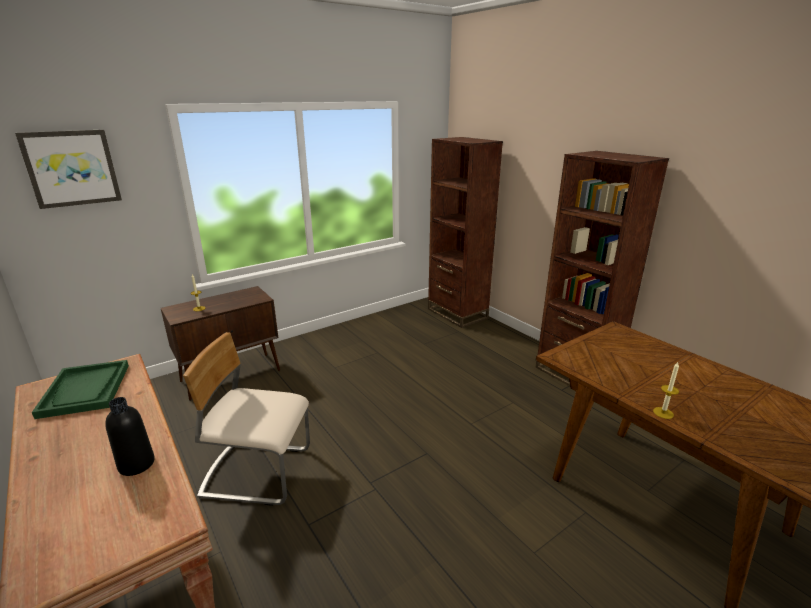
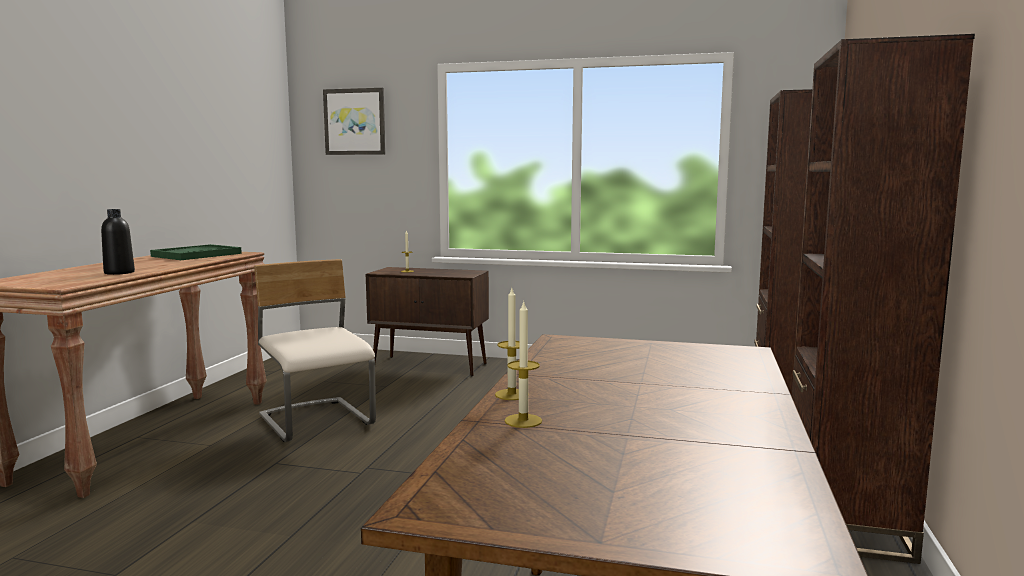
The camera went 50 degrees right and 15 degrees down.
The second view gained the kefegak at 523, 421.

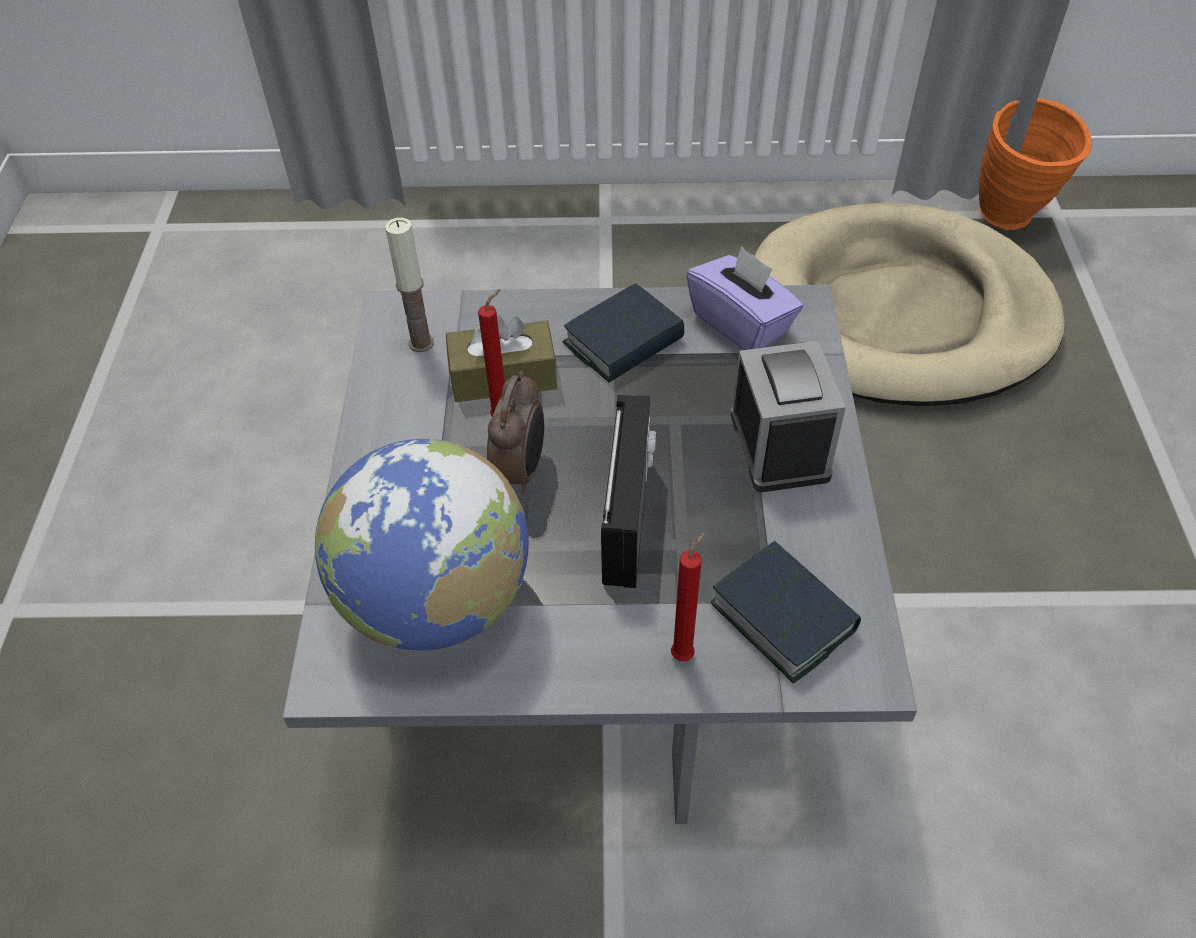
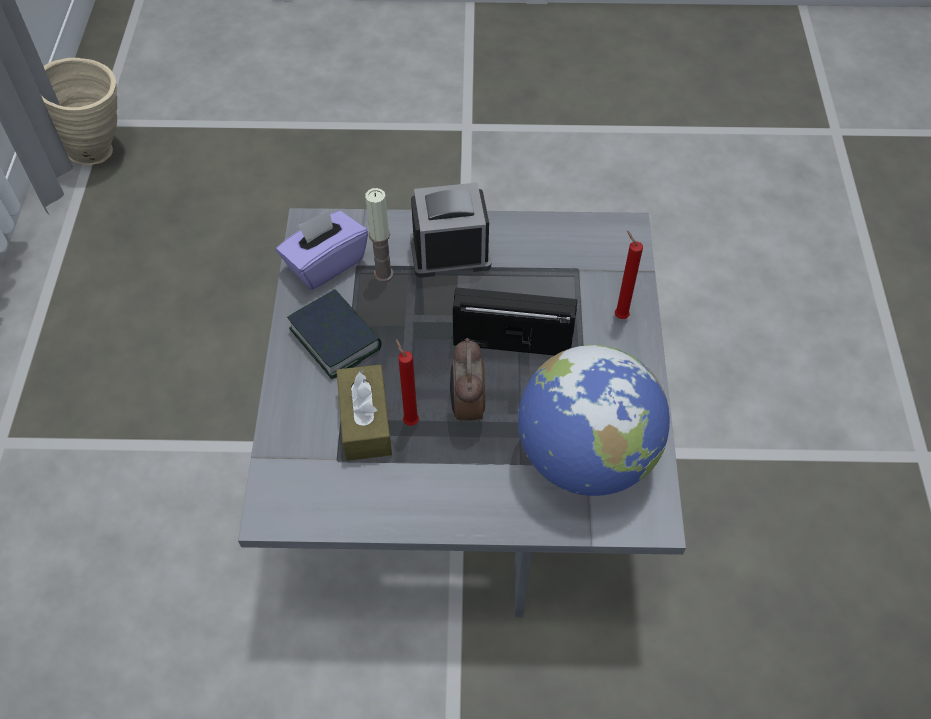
The camera went 90 degrees left and 5 degrees up.
What was the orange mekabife at 1012, 221 turned into the beige mekabife at 101, 149.
The second view lost the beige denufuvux at 898, 314.
The kefegak ended up elsewhere, having gone from 421, 343 to 383, 274.
The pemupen at 521, 470 ended up facing another way, 105 degrees counterclockwise from before.
The second view lost the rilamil at 783, 616.

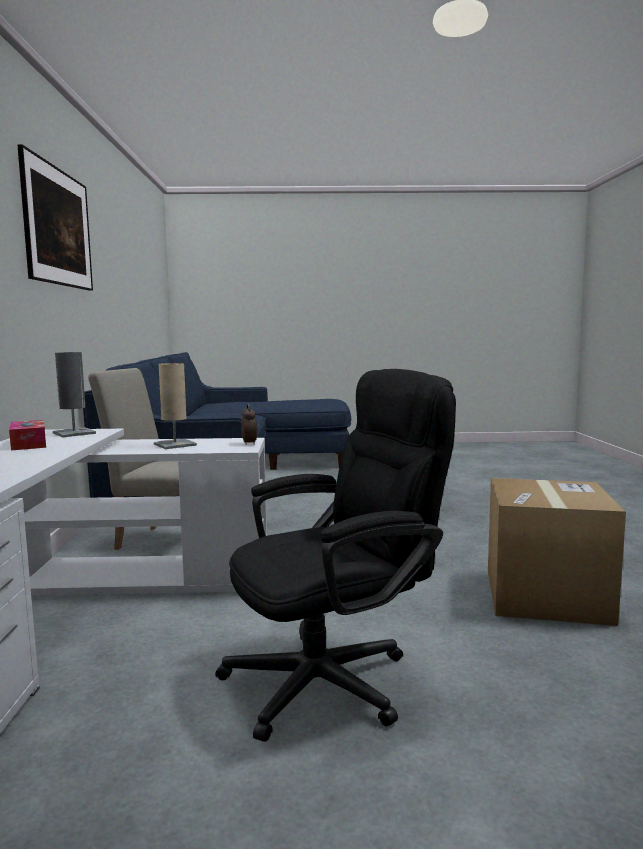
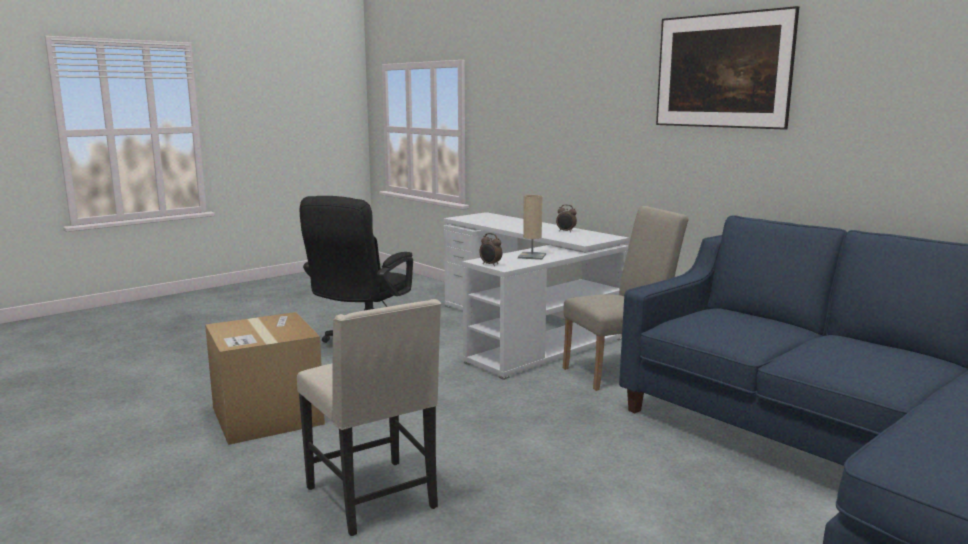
The camera went 140 degrees right and 5 degrees up.
The second view lost the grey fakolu at 74, 433.
Where the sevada stood at 29, 444, the pemupen came to stand at 566, 231.
The second view gained the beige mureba at 374, 498.

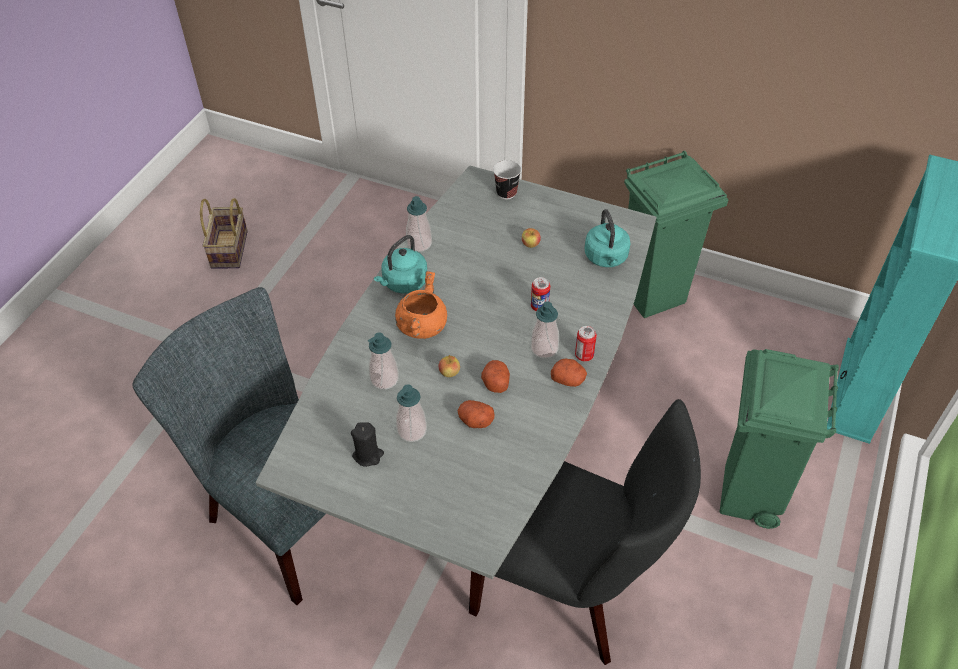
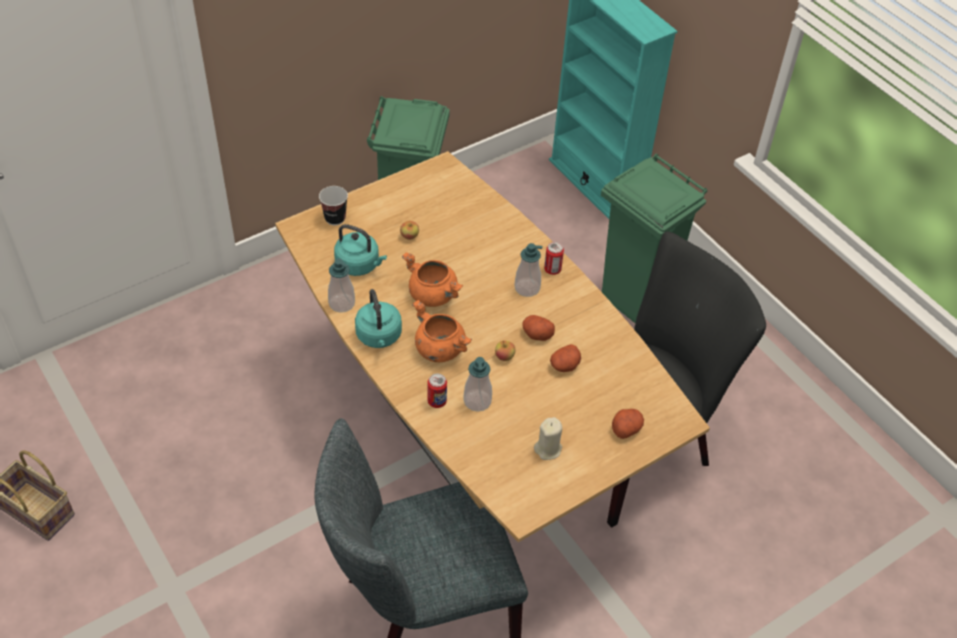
The camera went 60 degrees left and 0 degrees up.
What was the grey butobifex at 480, 455 turned into the brown butobifex at 471, 439.
The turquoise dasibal ended up elsewhere, having gone from 606, 258 to 359, 265.
The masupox ended up elsewhere, having gone from 539, 306 to 437, 401.
The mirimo ended up elsewhere, having gone from 568, 379 to 626, 428.
The second view lost the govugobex at 412, 430.
What was the black kefegak at 368, 455 turned into the beige kefegak at 548, 449.
The second view gained the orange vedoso at 433, 295.

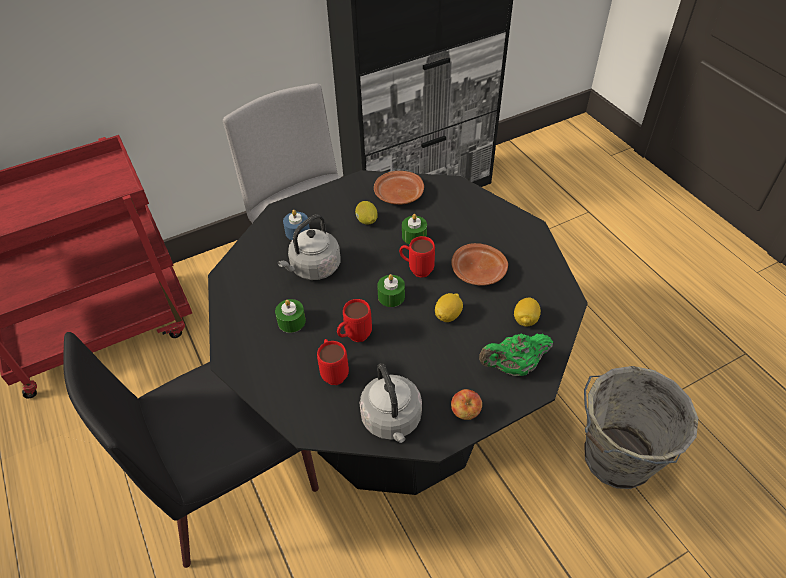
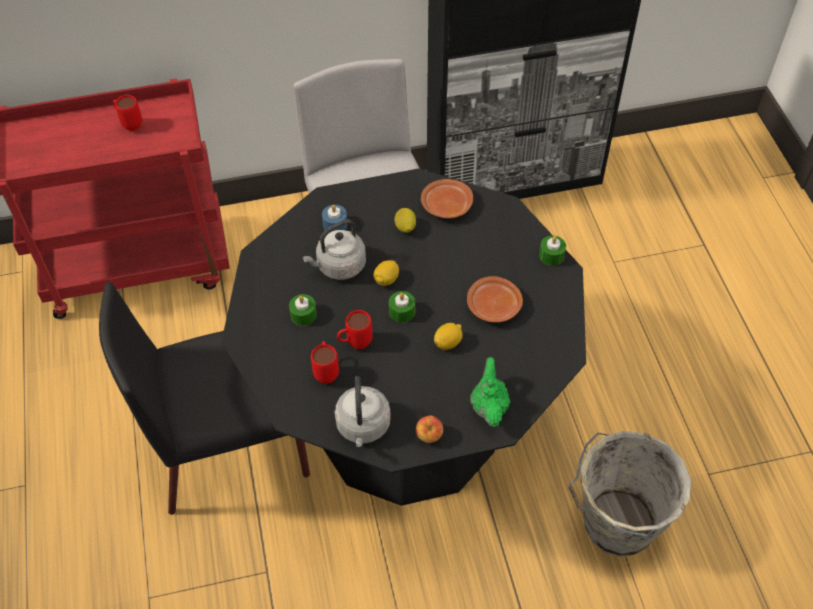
The camera went 15 degrees right and 5 degrees up.
The green kefegak ended up elsewhere, having gone from 414, 236 to 551, 255.
The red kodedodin ended up elsewhere, having gone from 416, 270 to 129, 124.
The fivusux ended up elsewhere, having gone from 525, 320 to 386, 280.
The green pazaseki at 513, 367 ended up facing another way, 90 degrees clockwise from before.

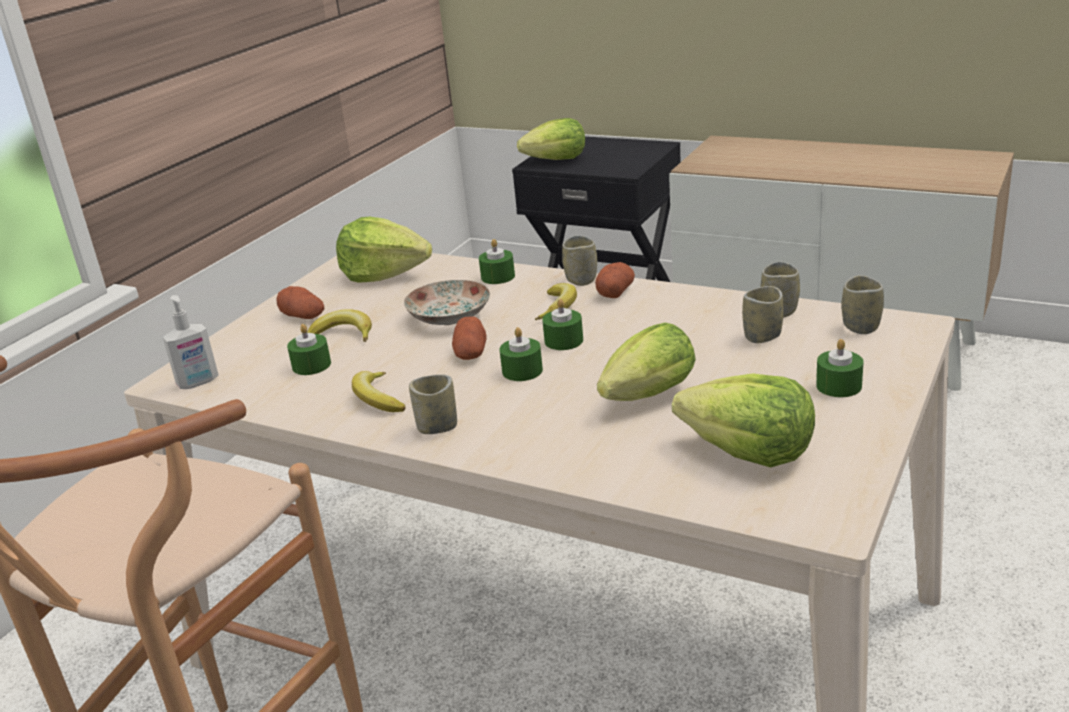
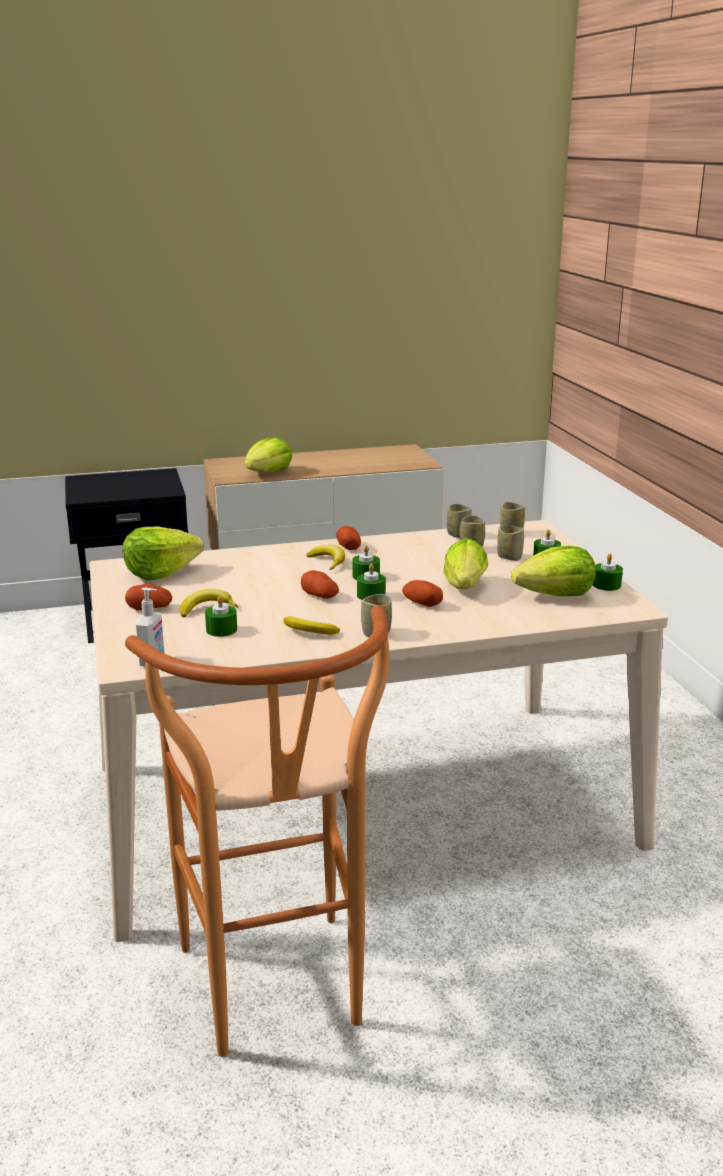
The camera went 45 degrees left and 5 degrees down.
The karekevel ended up elsewhere, having gone from 556, 160 to 268, 472.
The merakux ended up elsewhere, having gone from 581, 280 to 509, 557.
The green kefegak ended up elsewhere, having gone from 498, 277 to 606, 585.
The second view lost the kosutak at 448, 317.
The second view gained the mirimo at 422, 603.

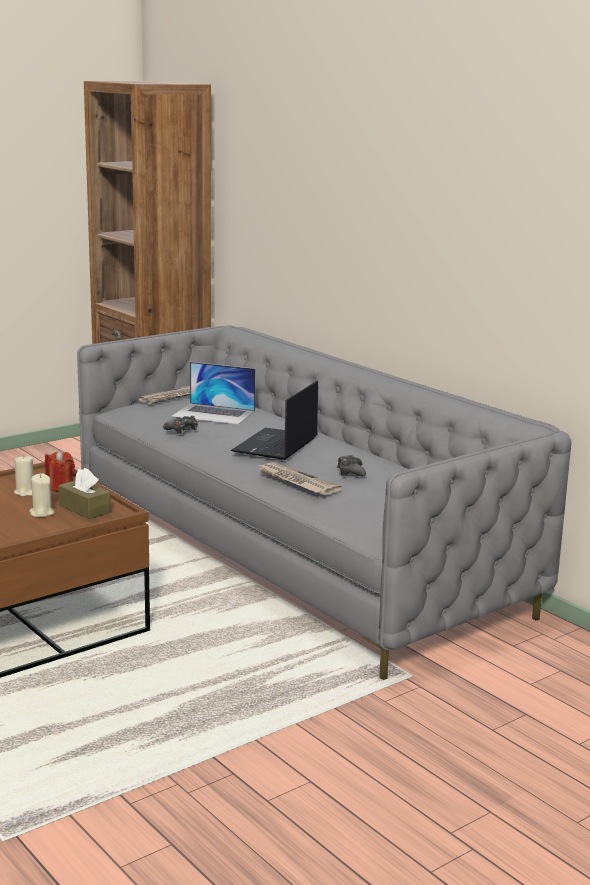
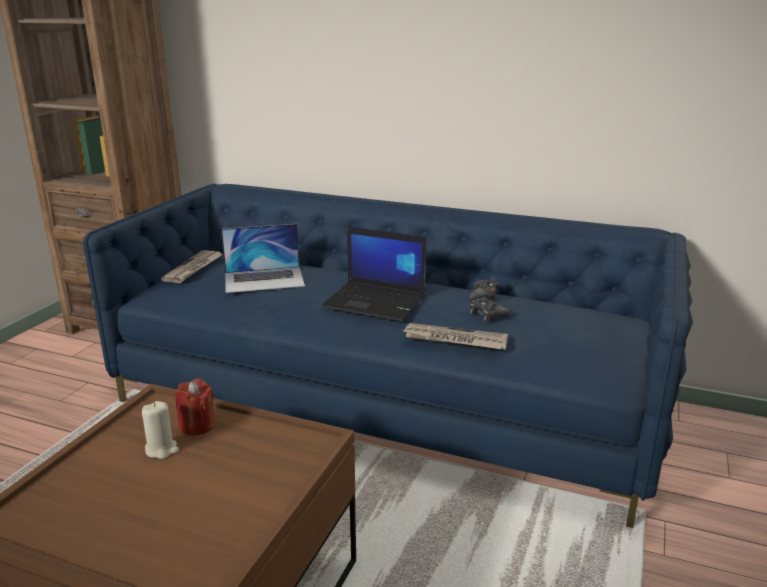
The camera went 30 degrees left and 5 degrees up.
What was the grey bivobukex at 293, 555 turned into the blue bivobukex at 384, 403.
The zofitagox at 276, 445 ended up facing another way, 60 degrees counterclockwise from before.
The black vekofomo ended up elsewhere, having gone from 182, 429 to 484, 295.
The second view lost the brown sevada at 84, 509.
The second view lost the beige kefegak at 41, 513.

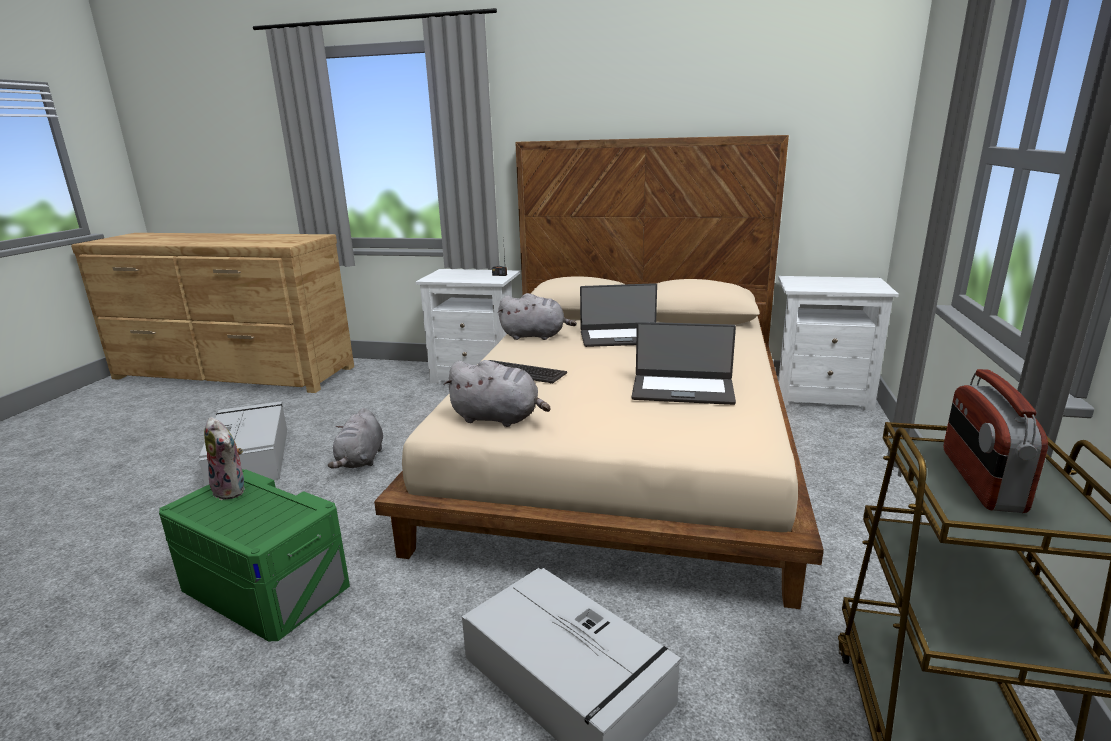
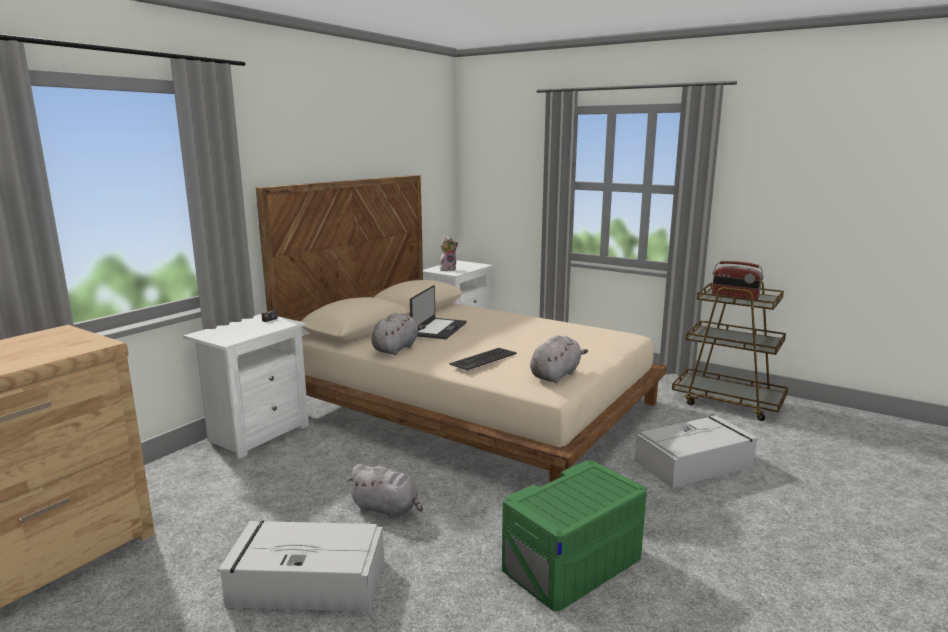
The camera went 70 degrees left and 5 degrees down.
The second view lost the zofitagox at 682, 390.
The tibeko ended up elsewhere, having gone from 232, 490 to 448, 269.

